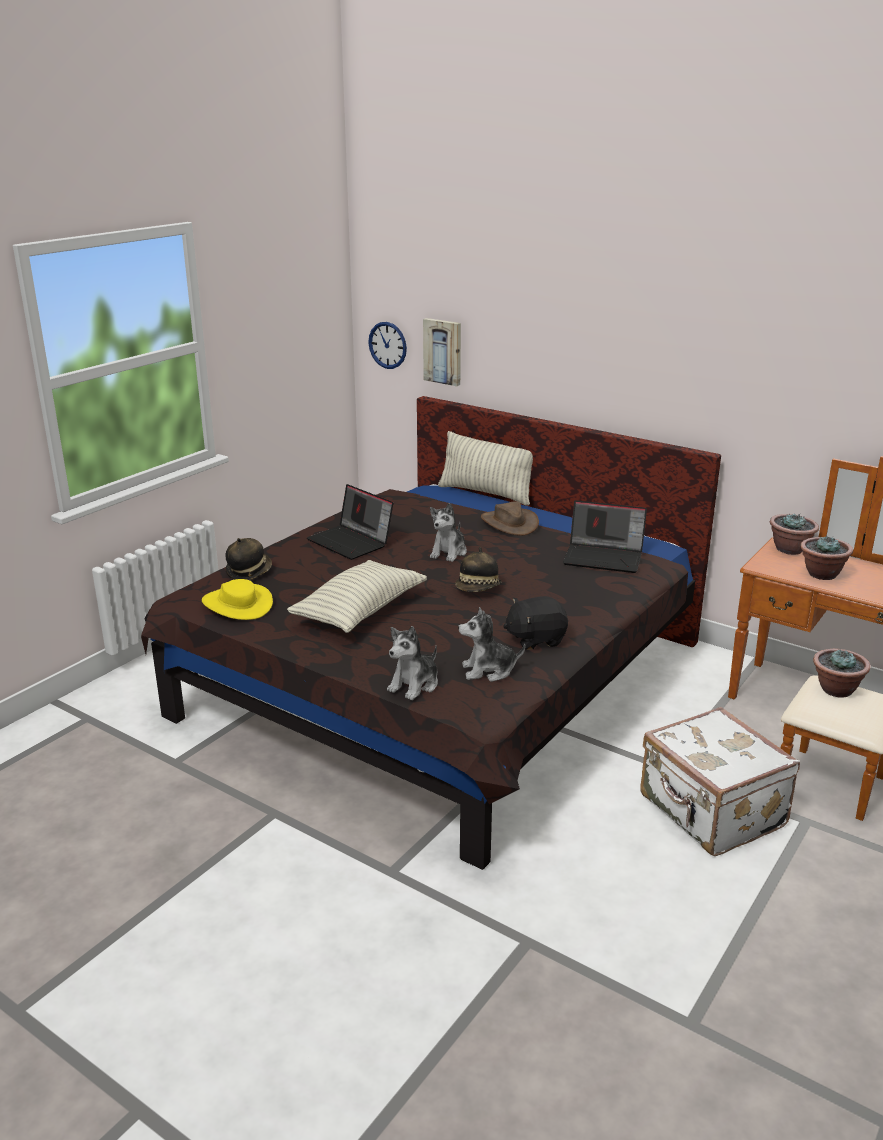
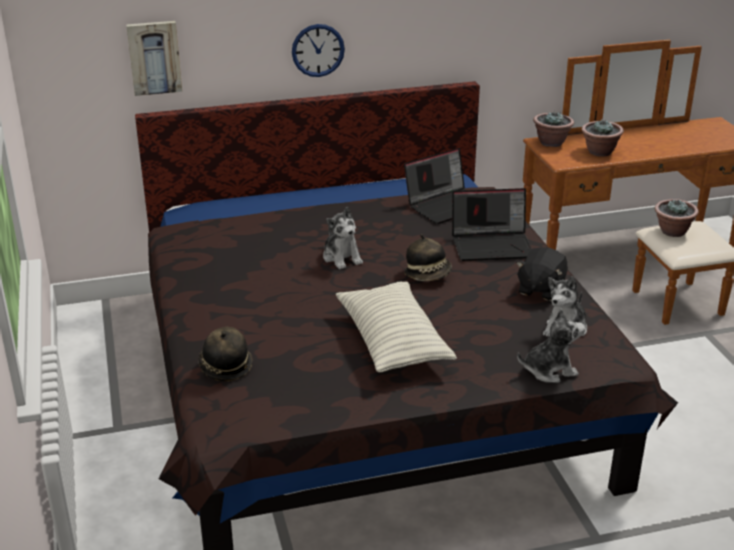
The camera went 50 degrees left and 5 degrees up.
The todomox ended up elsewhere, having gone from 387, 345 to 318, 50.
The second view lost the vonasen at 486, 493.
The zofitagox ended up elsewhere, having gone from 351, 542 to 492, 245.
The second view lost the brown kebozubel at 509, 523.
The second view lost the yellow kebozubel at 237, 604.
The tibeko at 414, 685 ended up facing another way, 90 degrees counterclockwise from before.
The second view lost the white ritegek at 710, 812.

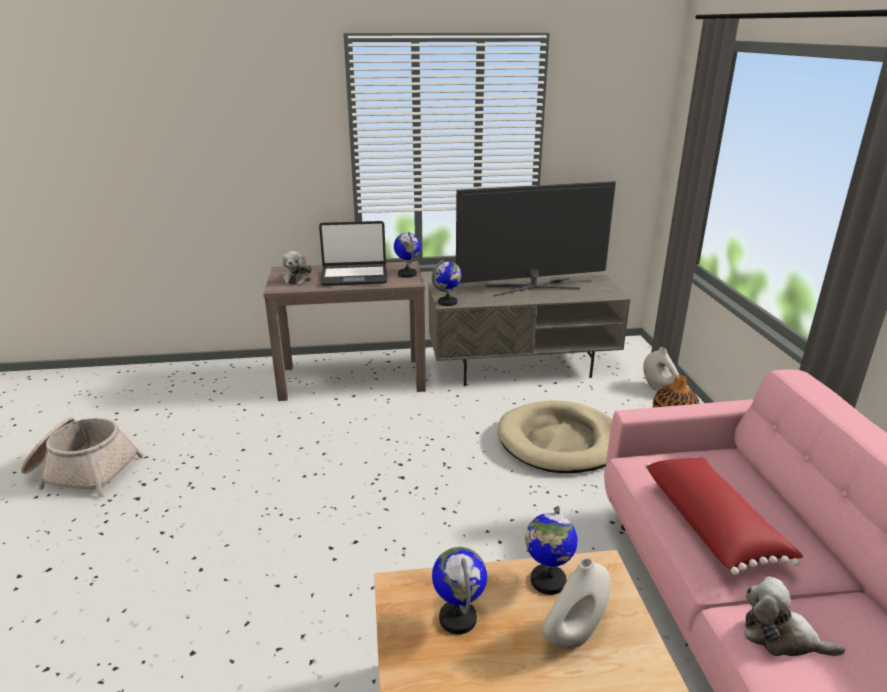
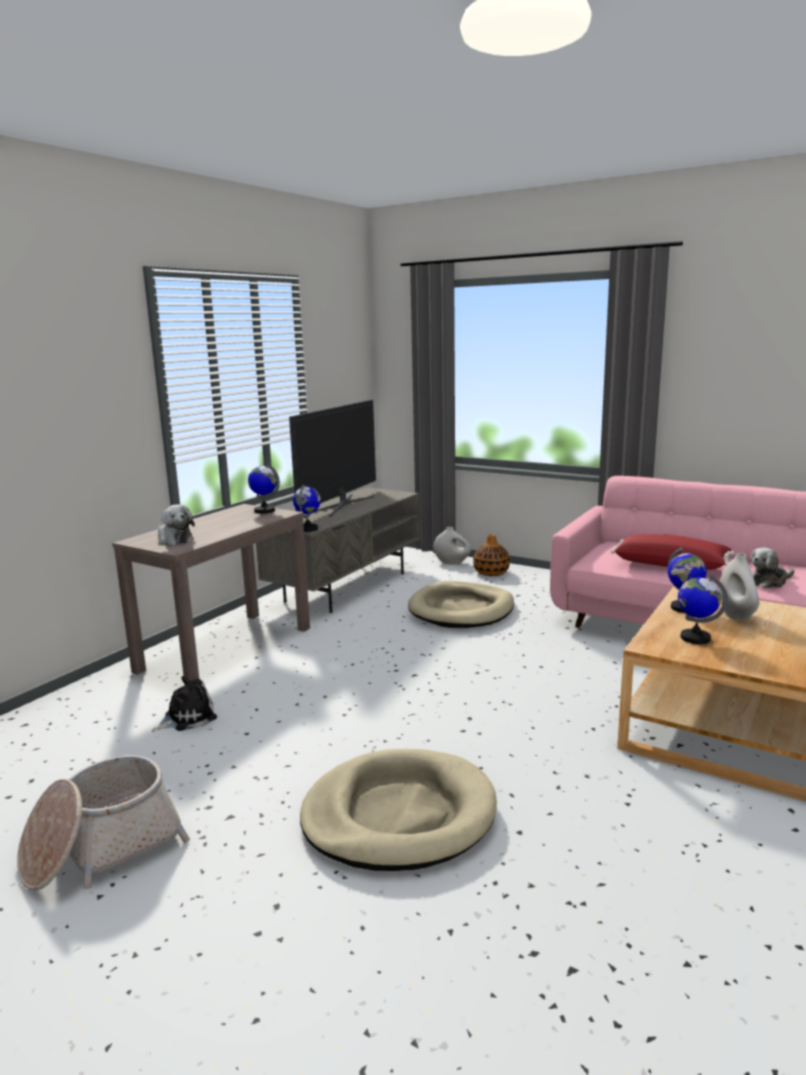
The camera went 50 degrees left and 10 degrees down.
The second view lost the zofitagox at 354, 276.
The second view gained the tibeko at 187, 718.
The second view gained the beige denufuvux at 399, 815.

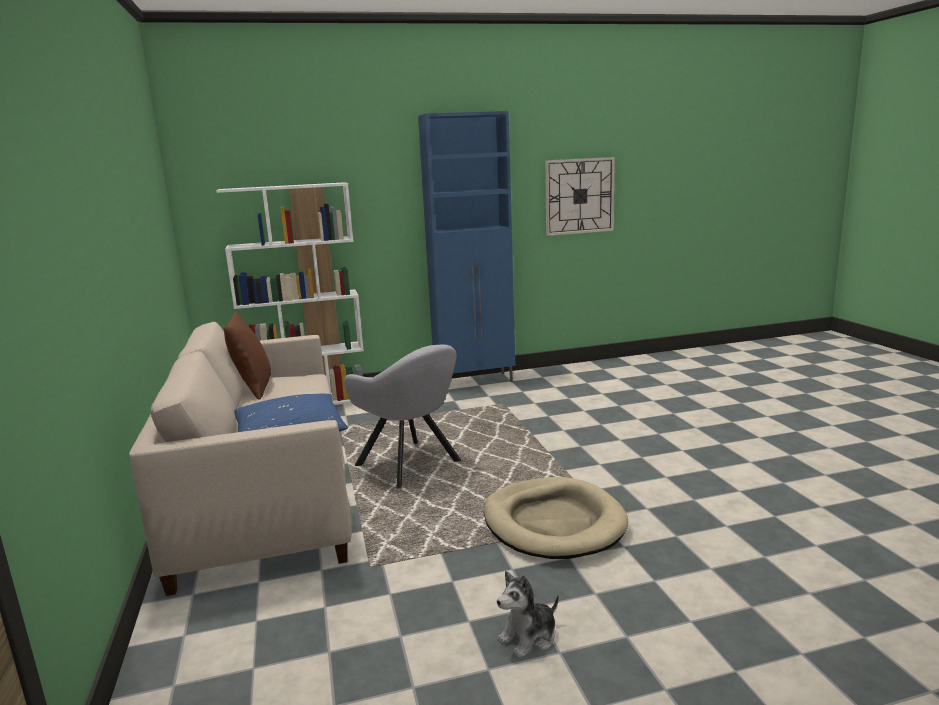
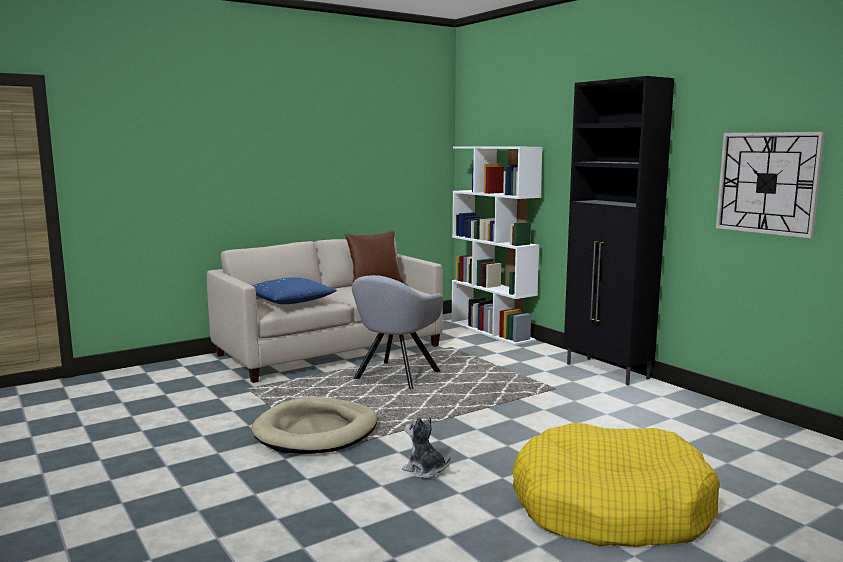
The camera went 70 degrees right and 5 degrees down.
What was the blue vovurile at 476, 381 turned into the black vovurile at 607, 371.
The tibeko ended up elsewhere, having gone from 529, 637 to 425, 470.
The second view gained the yellow denufuvux at 610, 507.

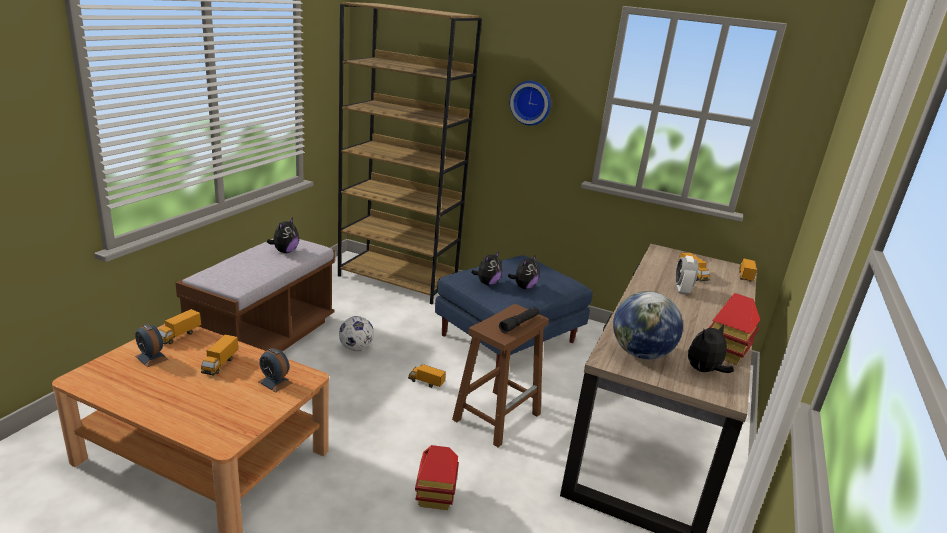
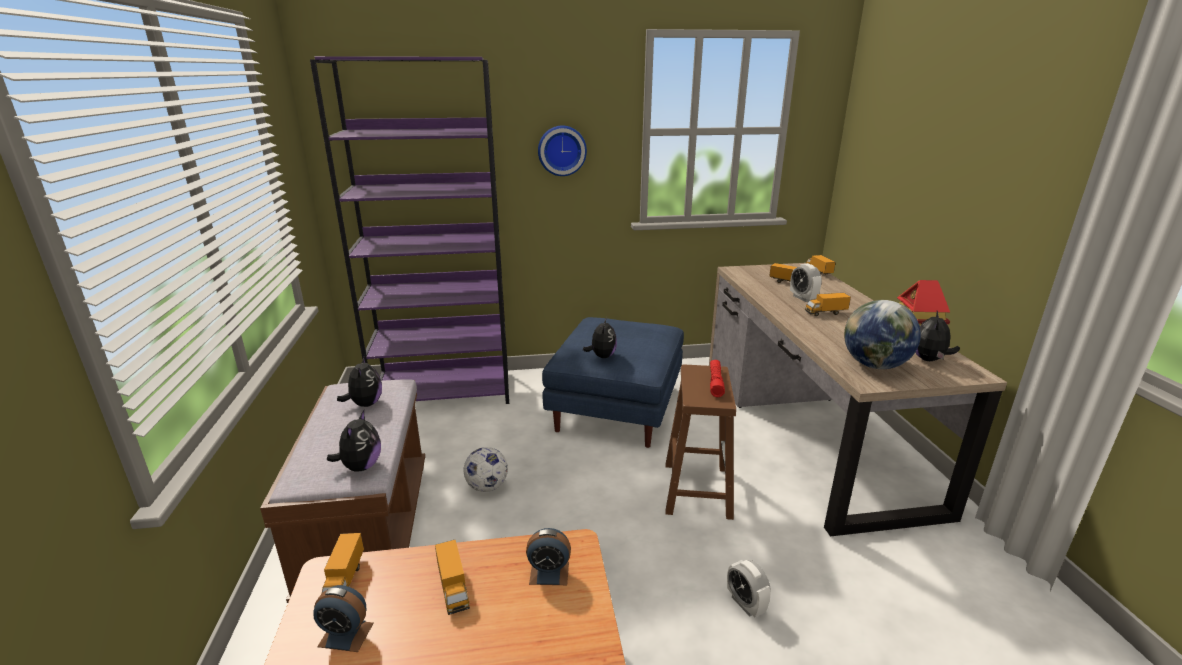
The camera went 30 degrees left and 0 degrees up.
What was the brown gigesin at 398, 280 turned into the purple gigesin at 445, 391.
The tibeko ended up elsewhere, having gone from 523, 287 to 361, 466.
What was the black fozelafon at 519, 324 turned into the red fozelafon at 715, 382.
The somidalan ended up elsewhere, having gone from 426, 382 to 825, 313.
Where the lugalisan stood at 435, 497, the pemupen came to stand at 745, 604.

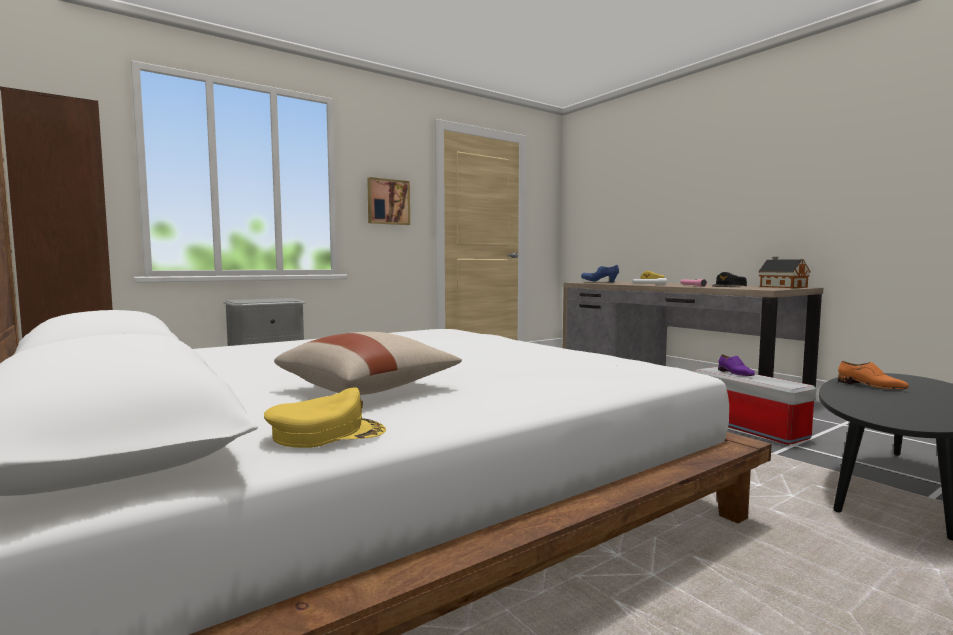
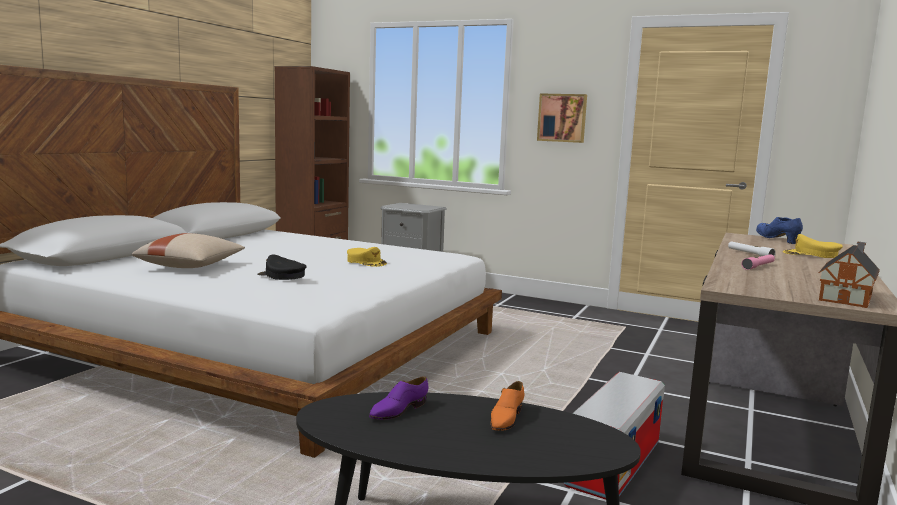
The camera went 60 degrees right and 5 degrees up.
The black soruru ended up elsewhere, having gone from 729, 286 to 281, 275.
The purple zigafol ended up elsewhere, having gone from 735, 373 to 398, 410.
The yellow soruru ended up elsewhere, having gone from 327, 433 to 366, 262.

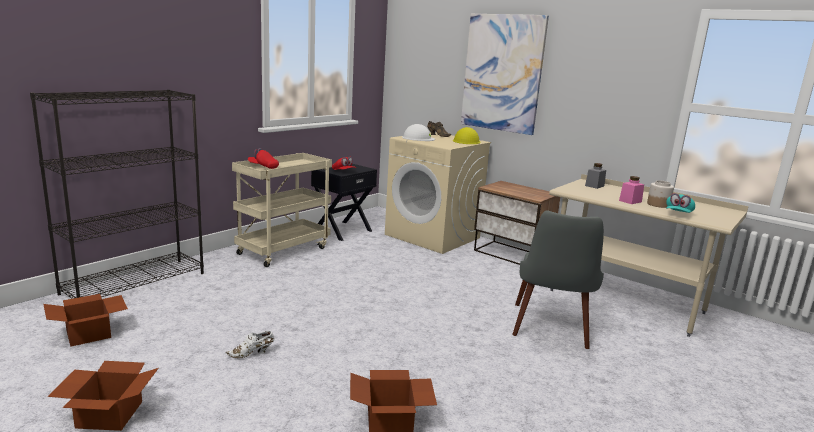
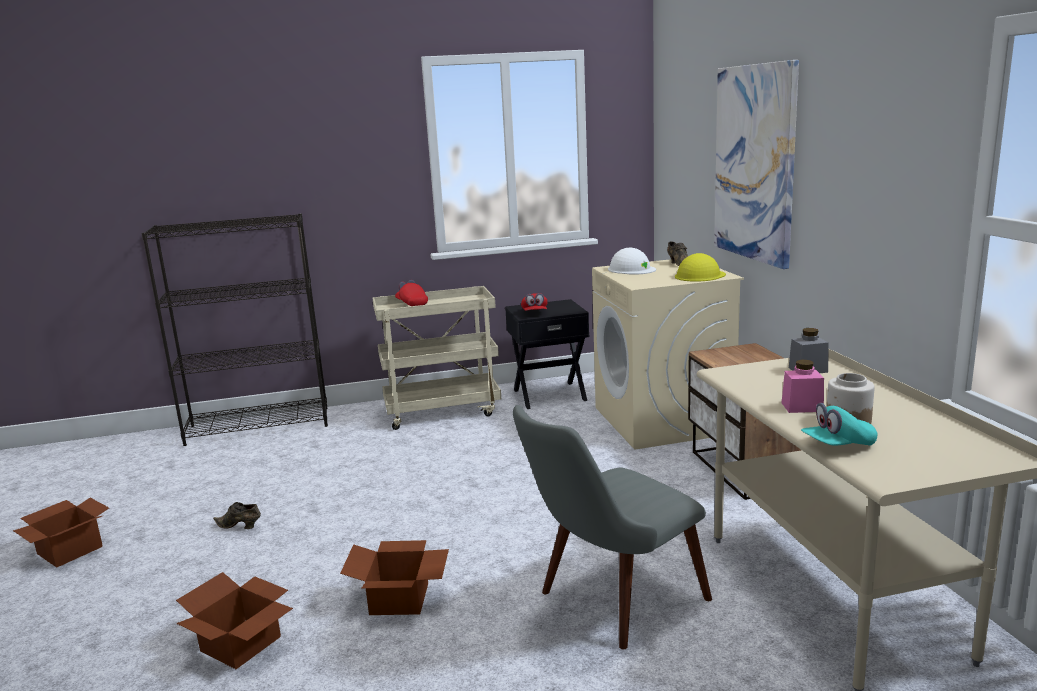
The camera went 40 degrees right and 0 degrees up.
The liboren ended up elsewhere, having gone from 90, 334 to 401, 599.
What was the white zigafol at 252, 354 turned into the brown zigafol at 239, 526.

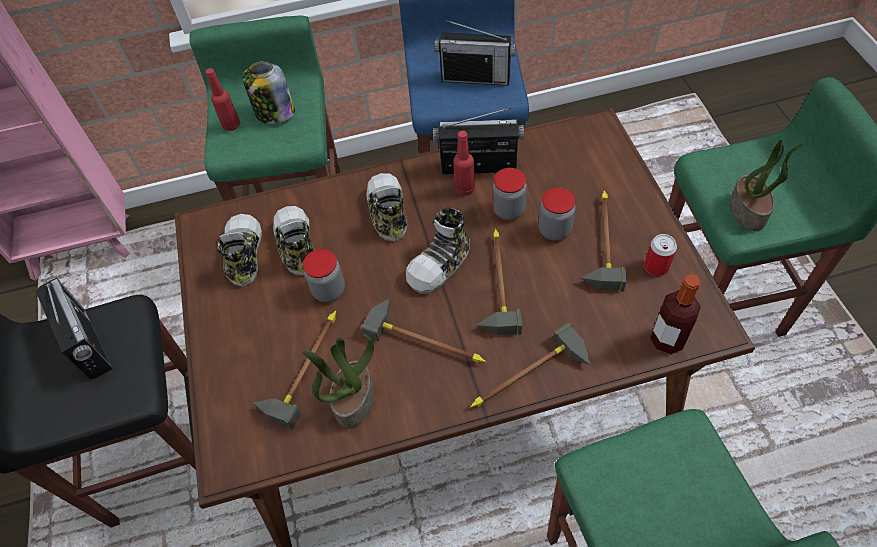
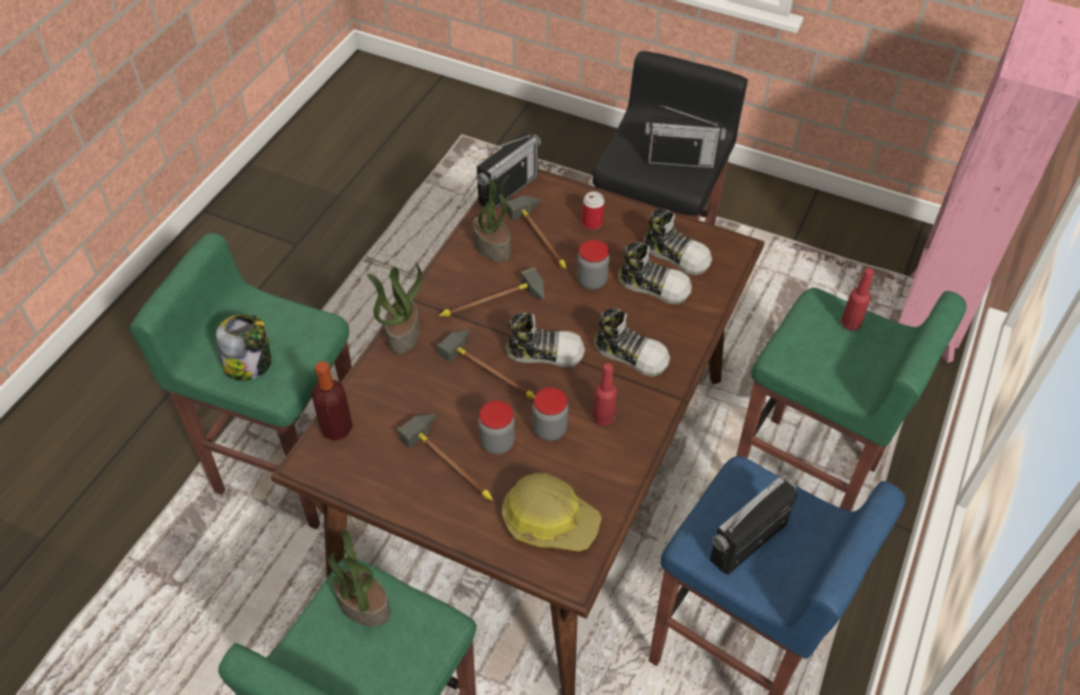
The camera went 125 degrees right and 5 degrees down.
The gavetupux ended up elsewhere, having gone from 274, 113 to 249, 364.
The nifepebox ended up elsewhere, having gone from 478, 166 to 508, 189.
The zigafol at 440, 265 ended up facing another way, 105 degrees clockwise from before.
The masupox ended up elsewhere, having gone from 656, 266 to 592, 223.
Where the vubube stood at 529, 381, the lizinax came to stand at 402, 333.
The second view gained the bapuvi at 549, 520.

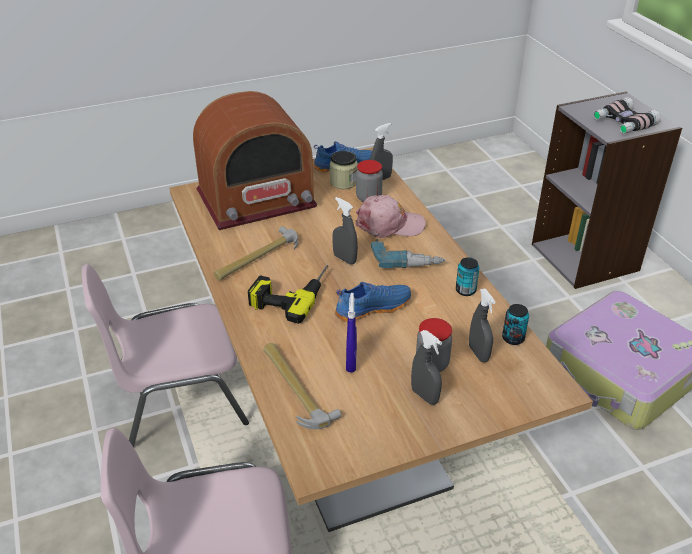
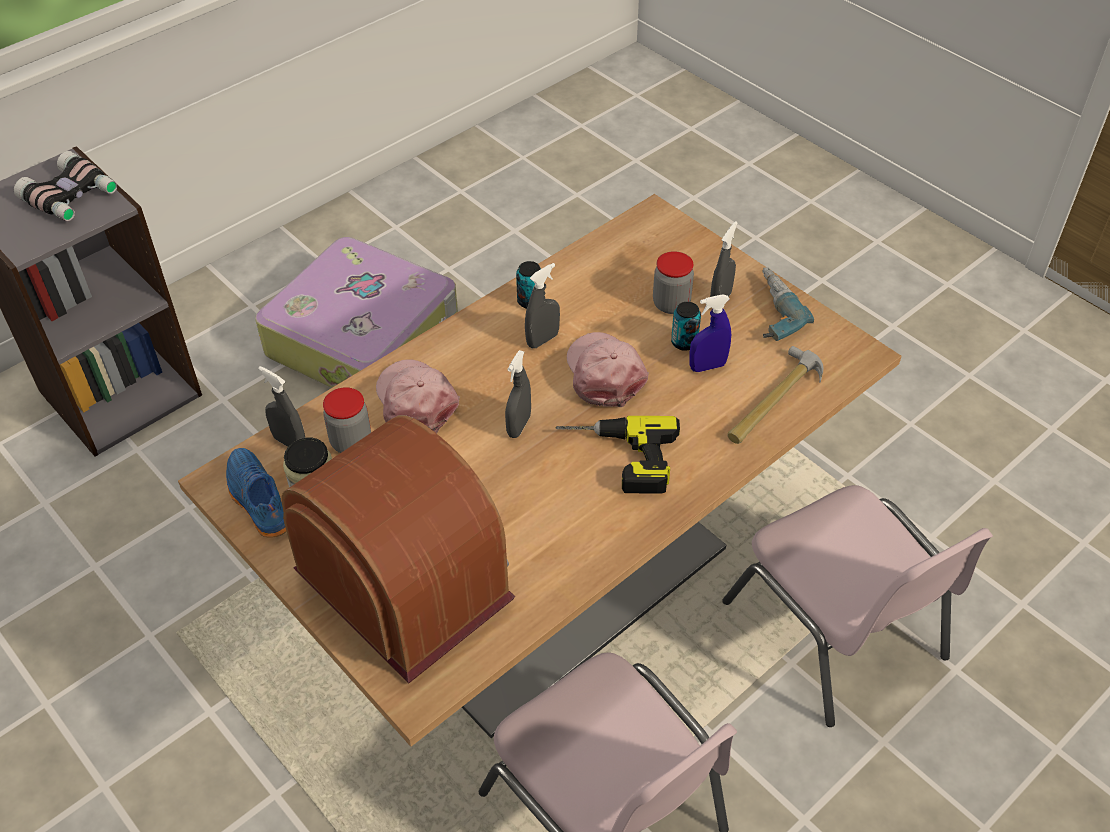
The camera went 110 degrees left and 10 degrees up.
The second view lost the vubube at 257, 257.
The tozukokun ended up elsewhere, having gone from 407, 259 to 768, 311.
Where the blue zigafol stood at 372, 307, the pink soruru came to stand at 604, 373.
The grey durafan ended up elsewhere, having gone from 478, 353 to 542, 340.
The masupox ended up elsewhere, having gone from 513, 338 to 684, 342.

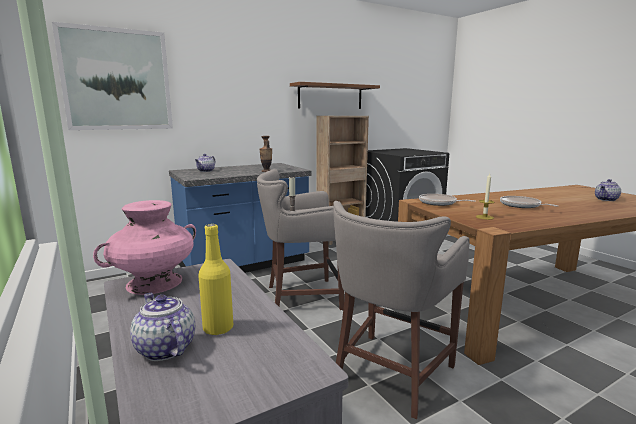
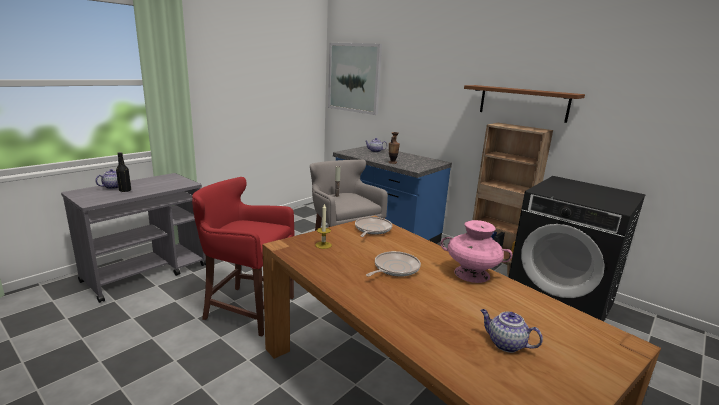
The camera went 70 degrees right and 5 degrees up.
The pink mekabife ended up elsewhere, having gone from 154, 283 to 471, 274.
What was the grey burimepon at 390, 374 turned into the red burimepon at 247, 308.
What was the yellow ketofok at 218, 328 turned into the black ketofok at 125, 190.

